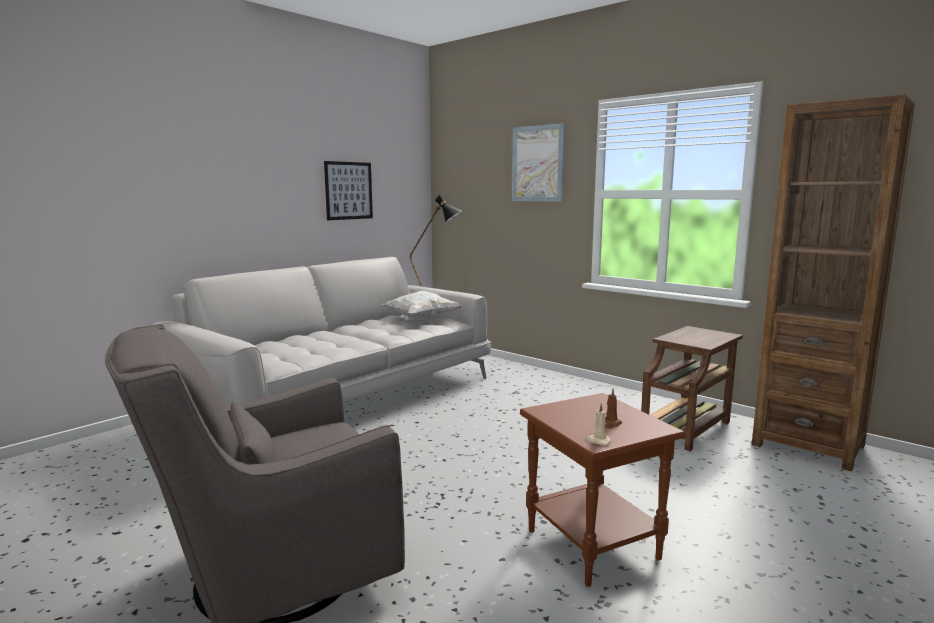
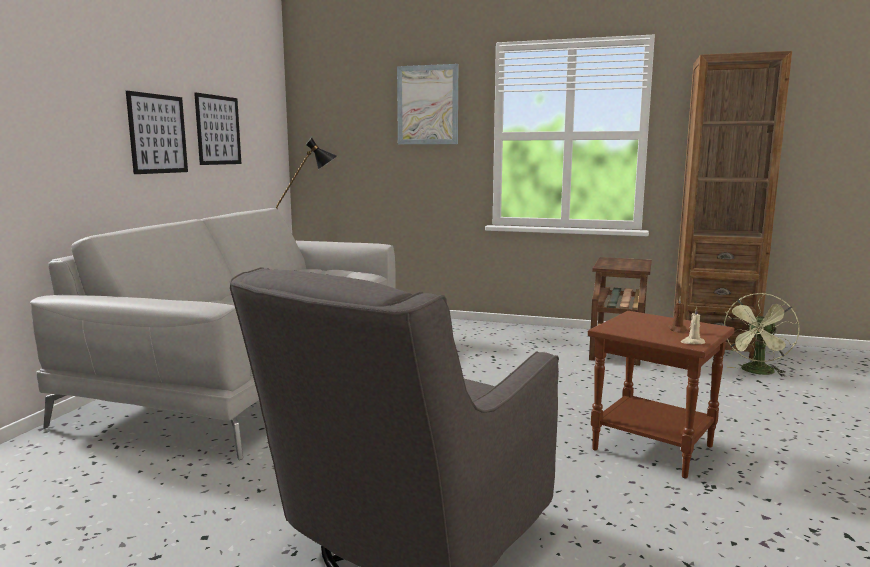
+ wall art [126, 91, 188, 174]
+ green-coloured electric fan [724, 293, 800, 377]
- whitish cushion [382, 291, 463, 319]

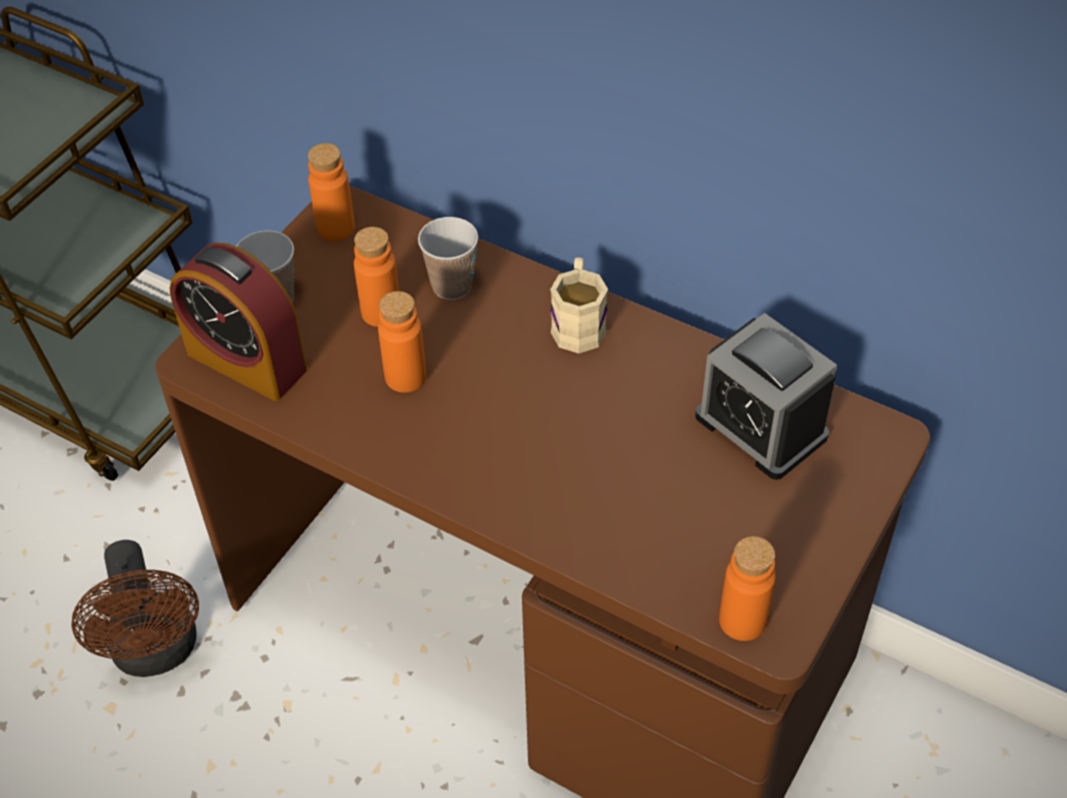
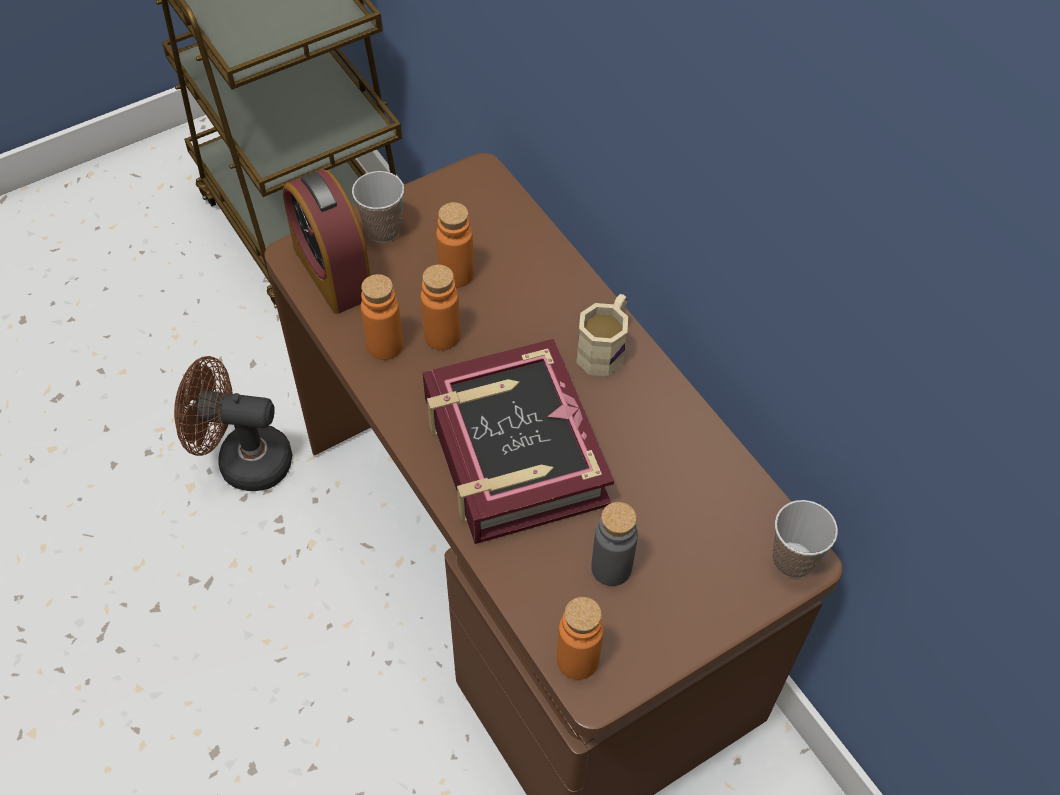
~ brownish electric fan [71, 540, 199, 677] = [174, 356, 292, 491] 90 degrees clockwise
~ orangey bottle [308, 143, 355, 241] to [361, 274, 403, 360]
+ volume [423, 339, 614, 544]
+ grey bottle [591, 502, 638, 586]
~ cup [418, 217, 478, 300] to [773, 500, 838, 578]
- table clock [695, 313, 837, 480]

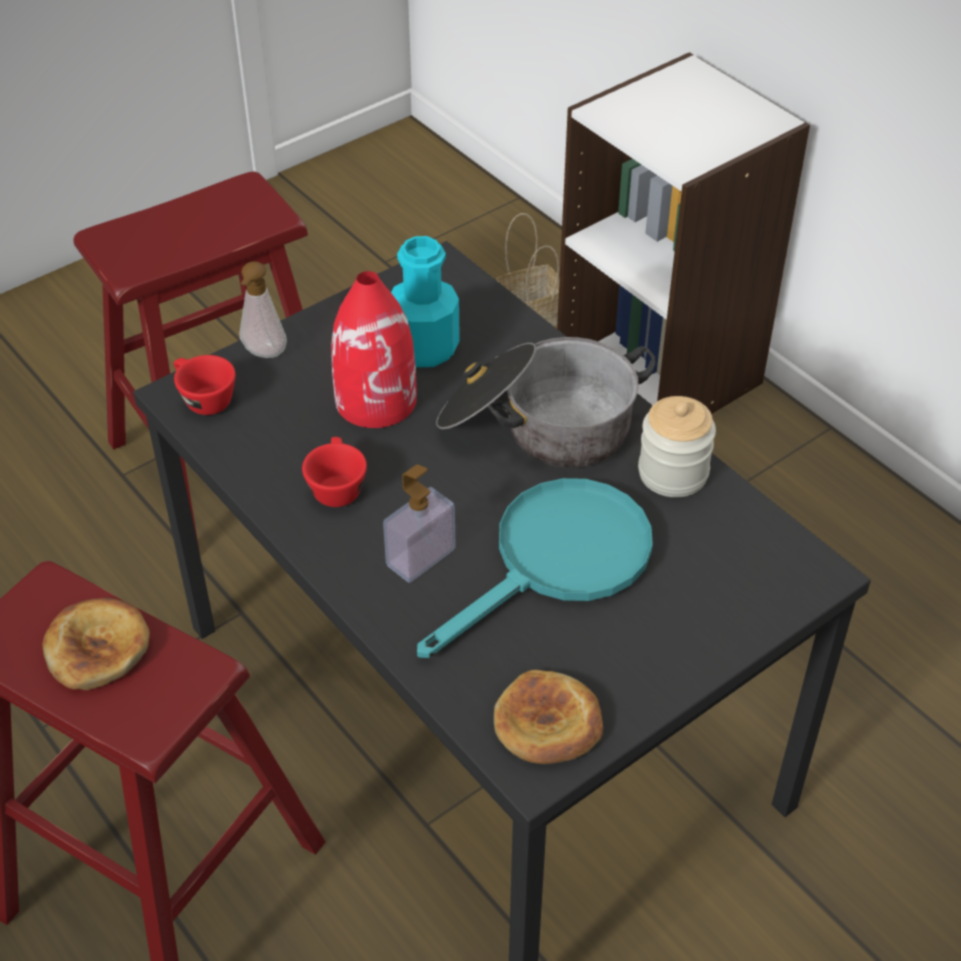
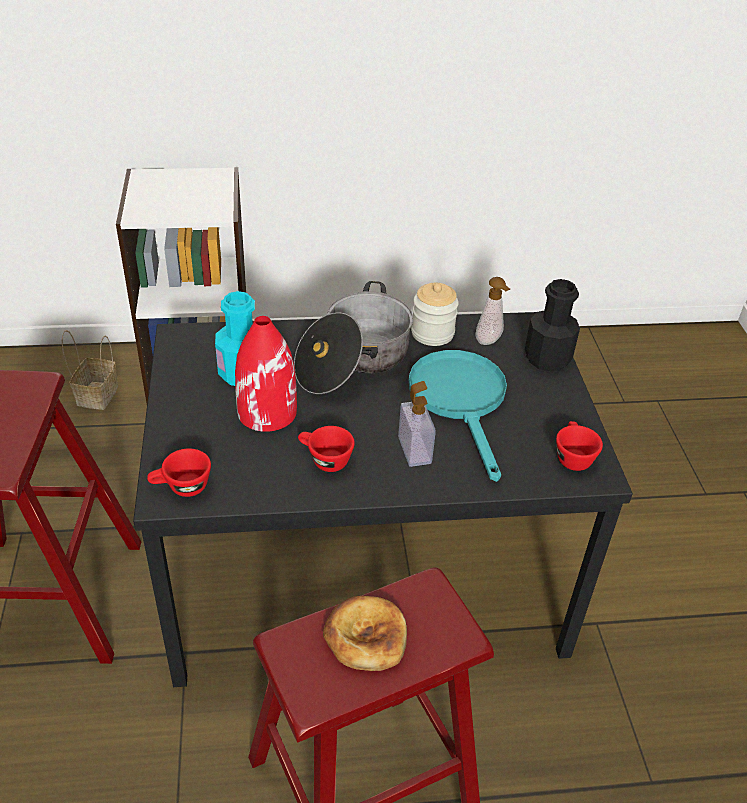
~ liquid soap bottle [239, 261, 287, 358] to [476, 277, 510, 345]
+ black bottle [525, 279, 580, 372]
~ baked bread [494, 670, 603, 764] to red cup [556, 421, 603, 471]

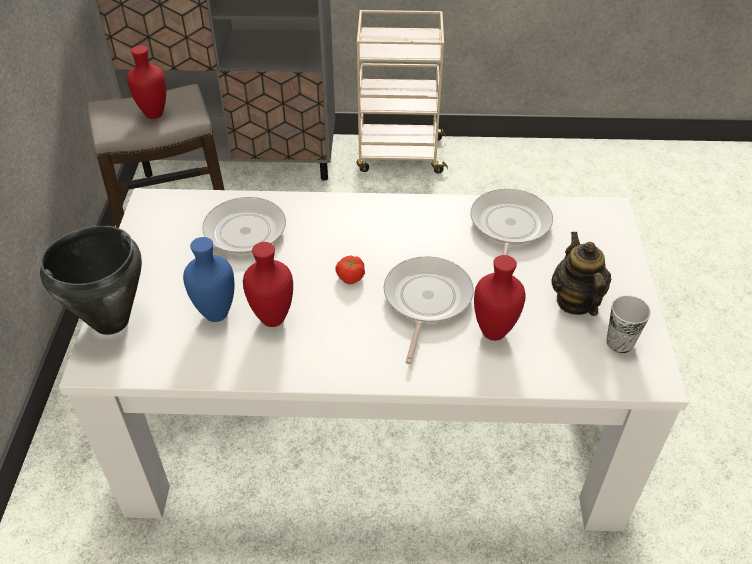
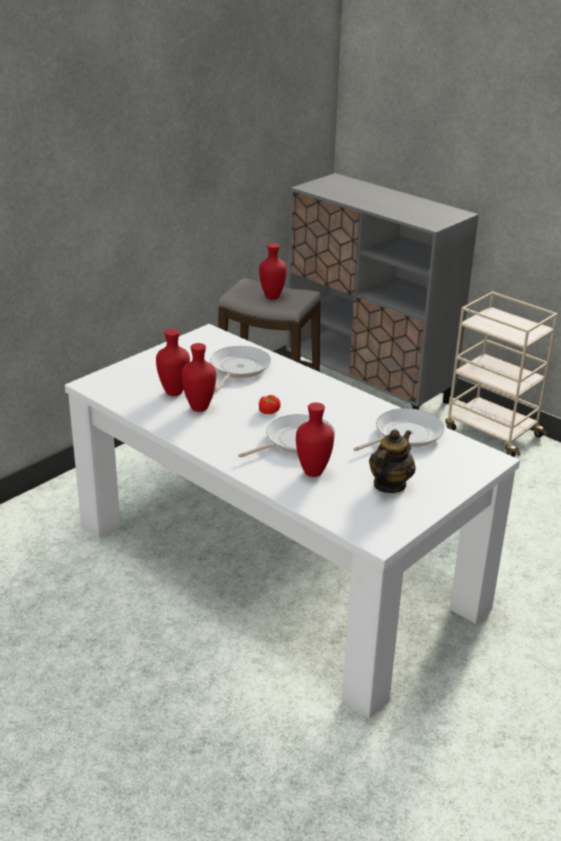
~ blue-coloured flower vase [183, 237, 234, 322] to red flower vase [156, 329, 190, 396]
- black cooking pot [40, 226, 142, 335]
- cup [606, 295, 651, 353]

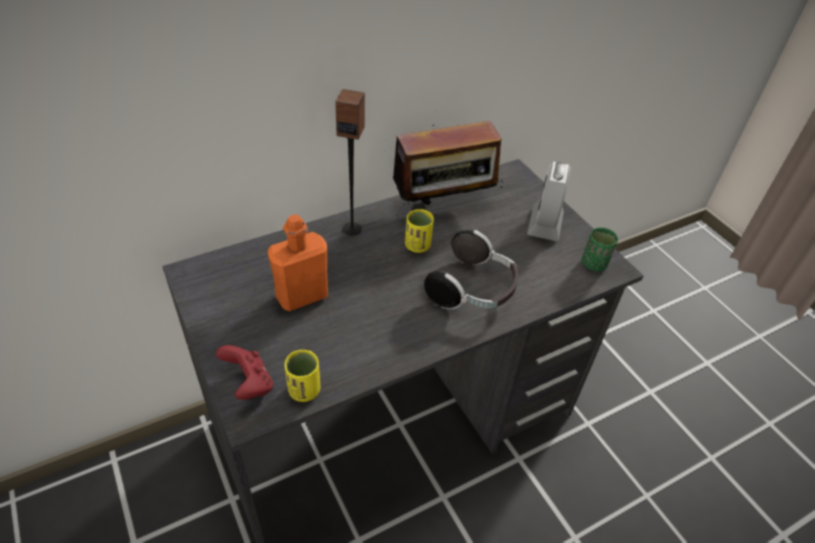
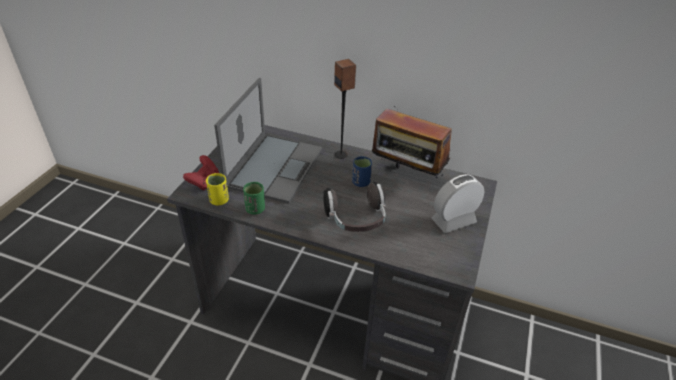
~ orangey bottle [268, 214, 328, 311] to laptop [214, 78, 322, 204]
~ green-coloured cup [582, 227, 618, 271] to [243, 182, 265, 214]
~ yellowish cup [405, 209, 434, 253] to blue-coloured cup [352, 156, 372, 187]

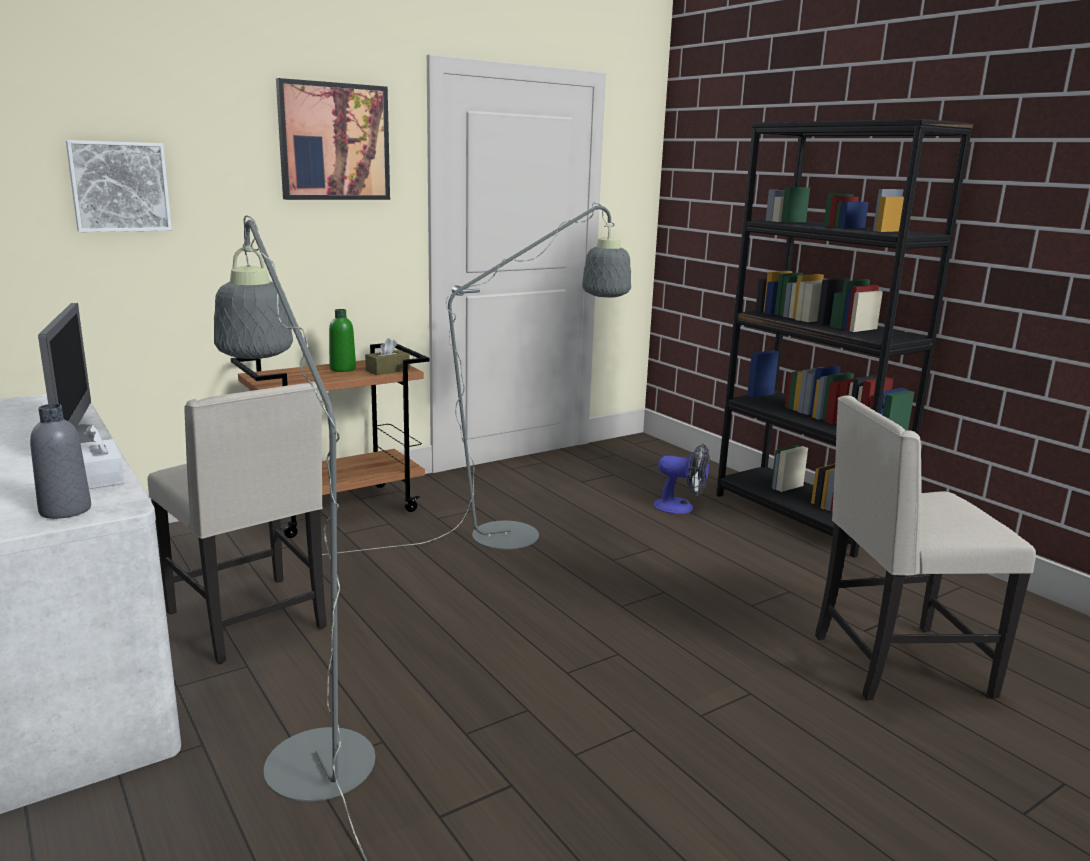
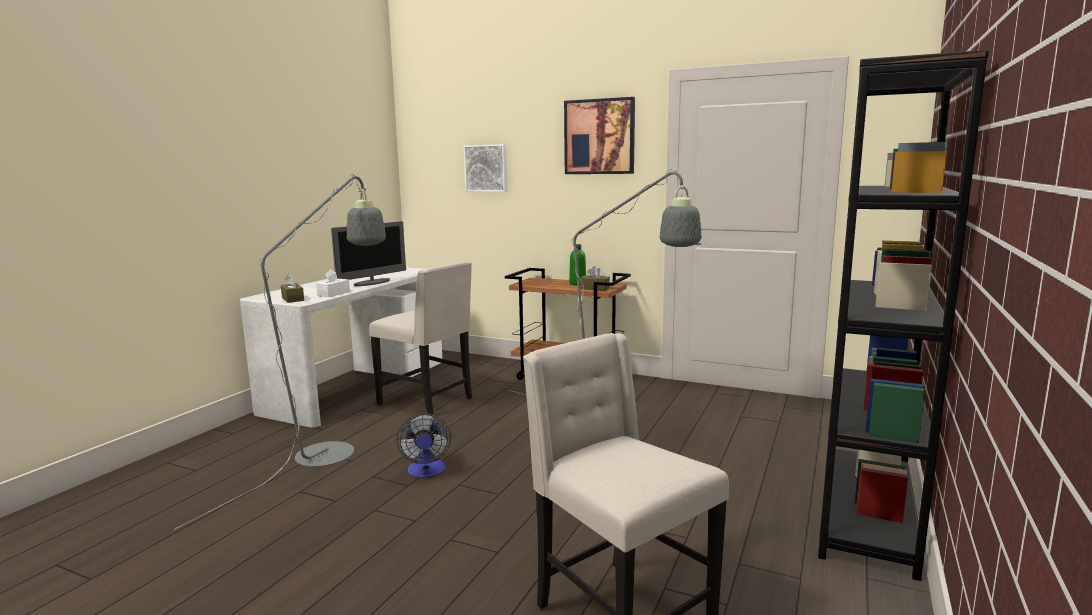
~ grey bottle [30, 404, 91, 519] to brownish box of tissues [281, 274, 304, 303]
~ sand-coloured upright chair [148, 382, 327, 664] = [369, 261, 472, 416] 75 degrees counterclockwise
~ electric fan [654, 444, 710, 514] to [396, 414, 451, 478]

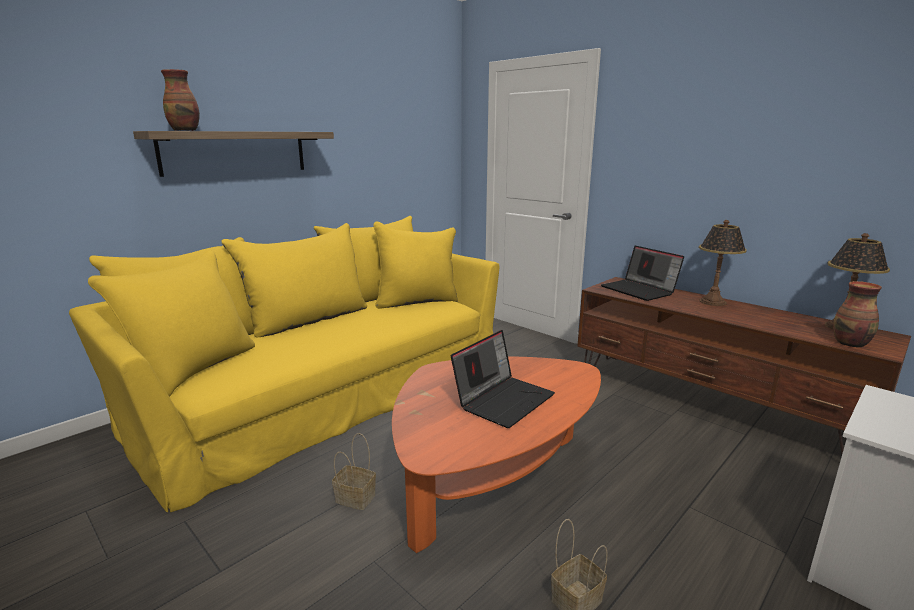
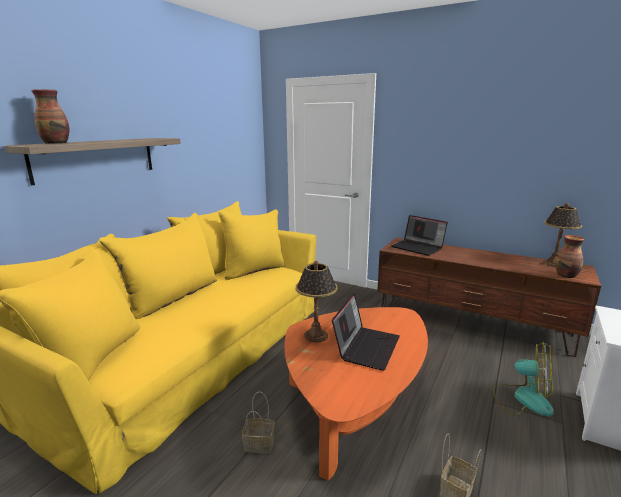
~ table lamp [699, 220, 747, 306] to [296, 261, 338, 342]
+ electric fan [493, 342, 554, 416]

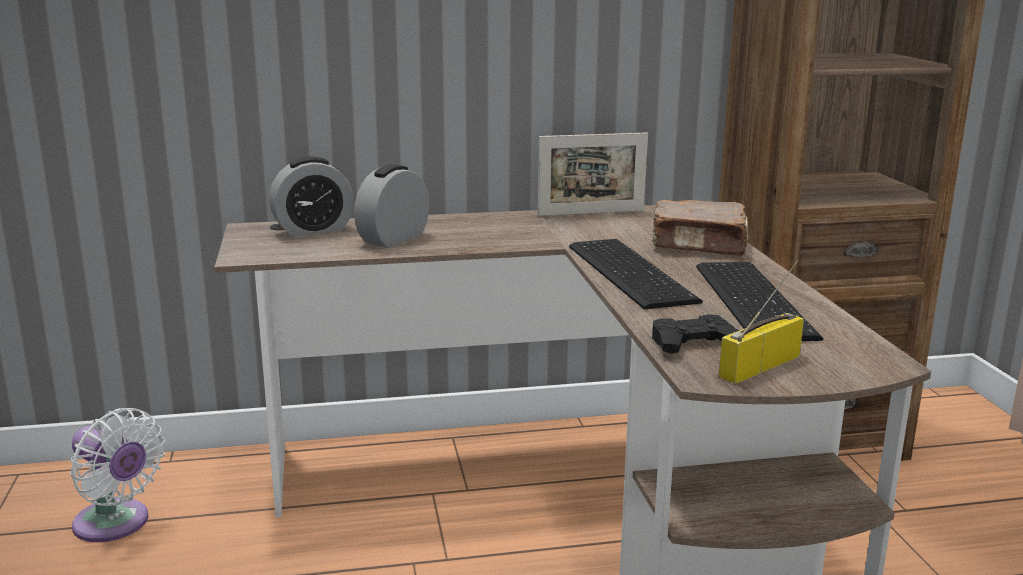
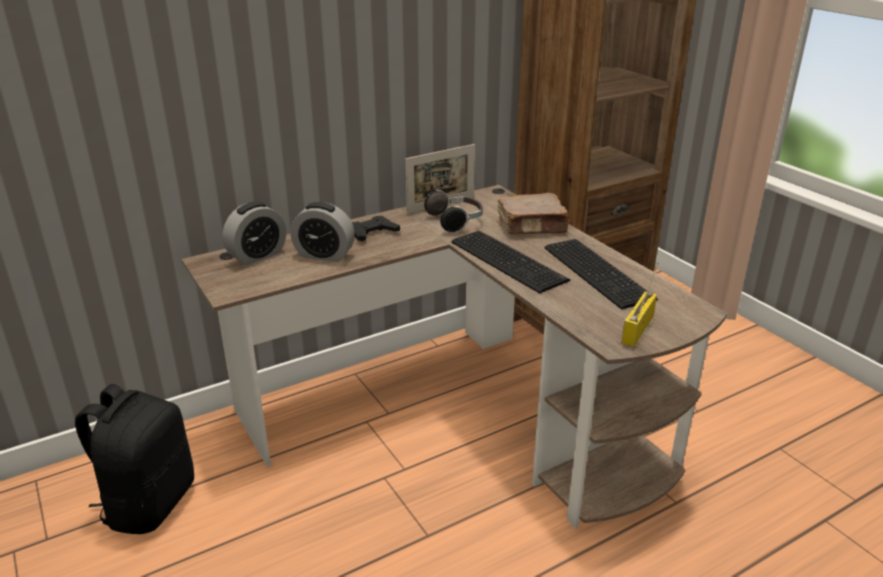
~ whitish electric fan [70, 408, 165, 542] to black rucksack [75, 384, 194, 534]
~ table clock [354, 164, 429, 248] = [290, 202, 355, 262] 90 degrees counterclockwise
~ black joypad [652, 314, 739, 354] to [352, 216, 400, 241]
+ pair of headphones [424, 189, 483, 233]

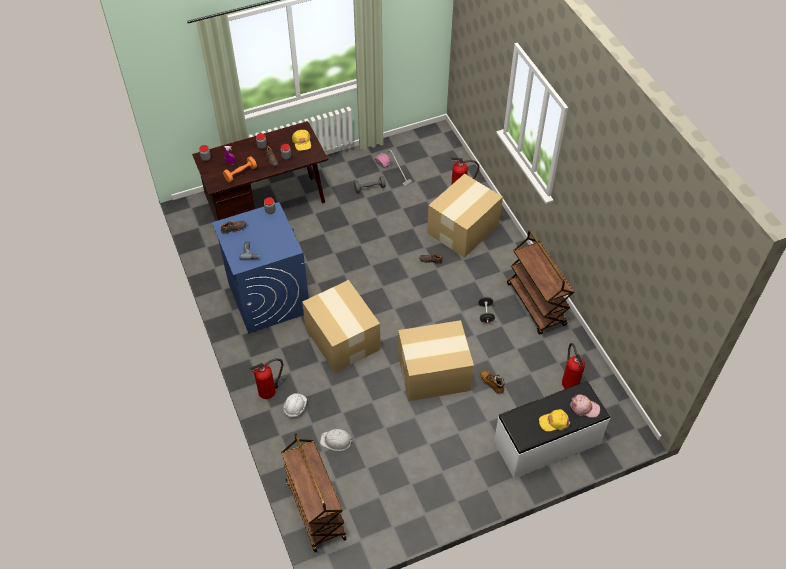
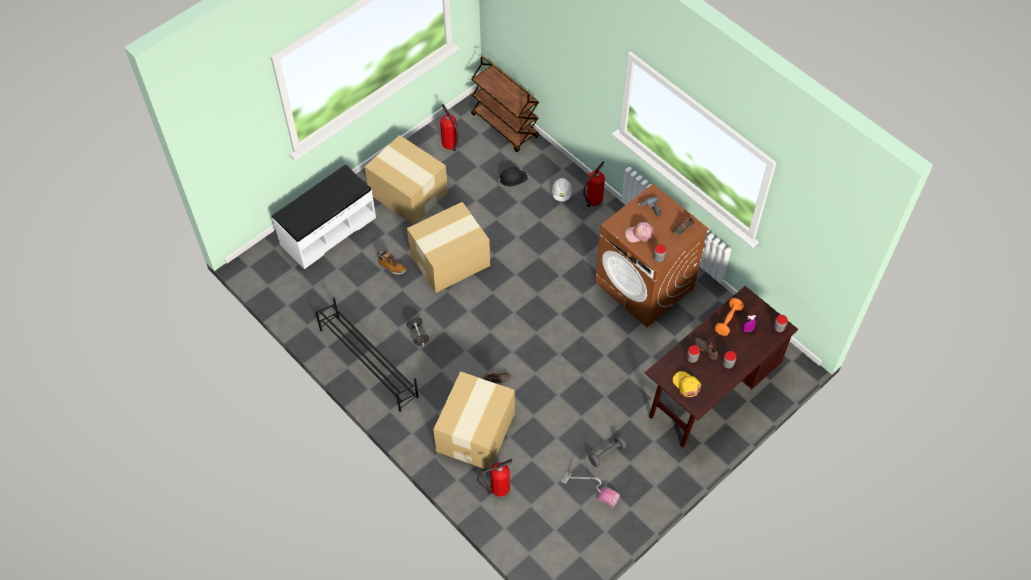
~ brownish trolley [507, 231, 574, 335] to black shoe stand [315, 297, 419, 412]
~ cardboard box [302, 280, 380, 372] to [365, 135, 448, 225]
~ fire-fighting cylinder [562, 343, 585, 389] to [440, 104, 459, 151]
~ whitish work helmet [320, 429, 354, 451] to black work helmet [498, 167, 528, 187]
~ blue-coloured washing machine [212, 202, 309, 334] to brownish washing machine [595, 184, 709, 327]
~ pink-coloured peaked cap [570, 394, 600, 418] to [625, 222, 655, 242]
- yellowish peaked cap [539, 409, 570, 431]

